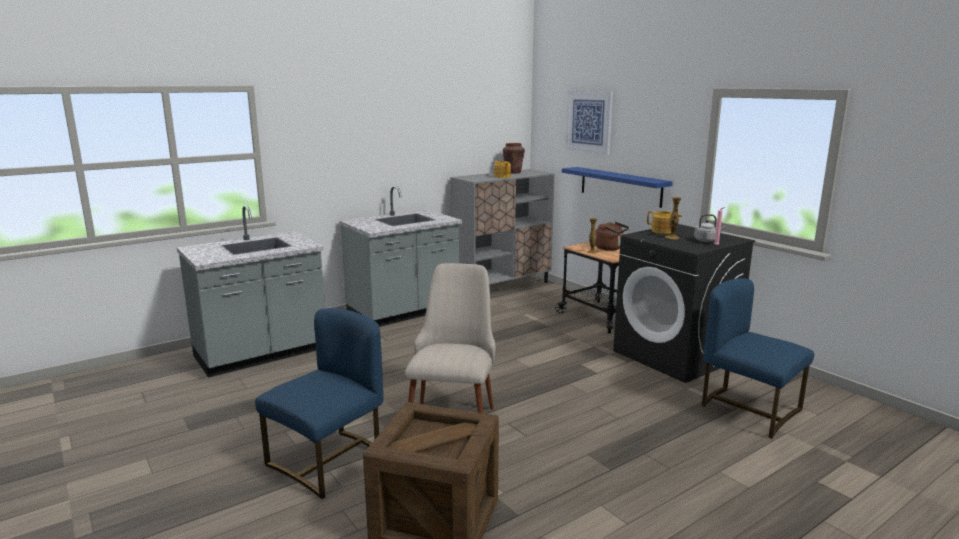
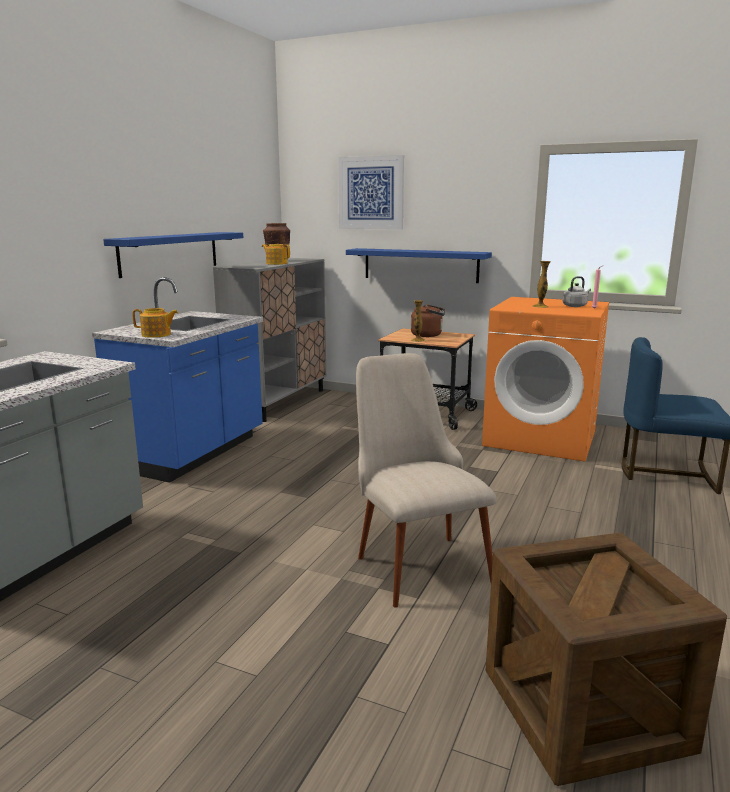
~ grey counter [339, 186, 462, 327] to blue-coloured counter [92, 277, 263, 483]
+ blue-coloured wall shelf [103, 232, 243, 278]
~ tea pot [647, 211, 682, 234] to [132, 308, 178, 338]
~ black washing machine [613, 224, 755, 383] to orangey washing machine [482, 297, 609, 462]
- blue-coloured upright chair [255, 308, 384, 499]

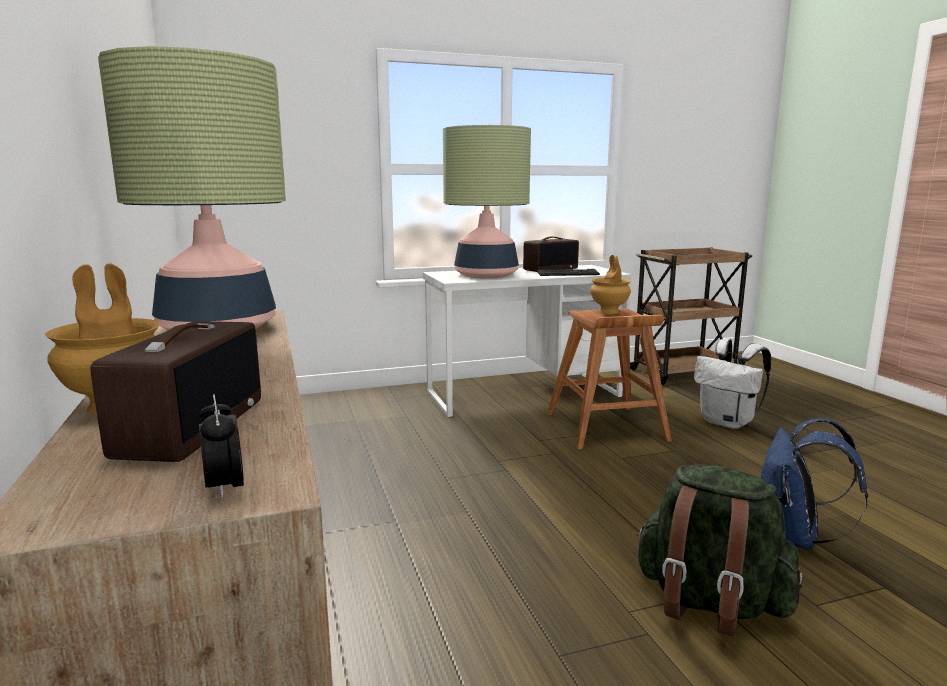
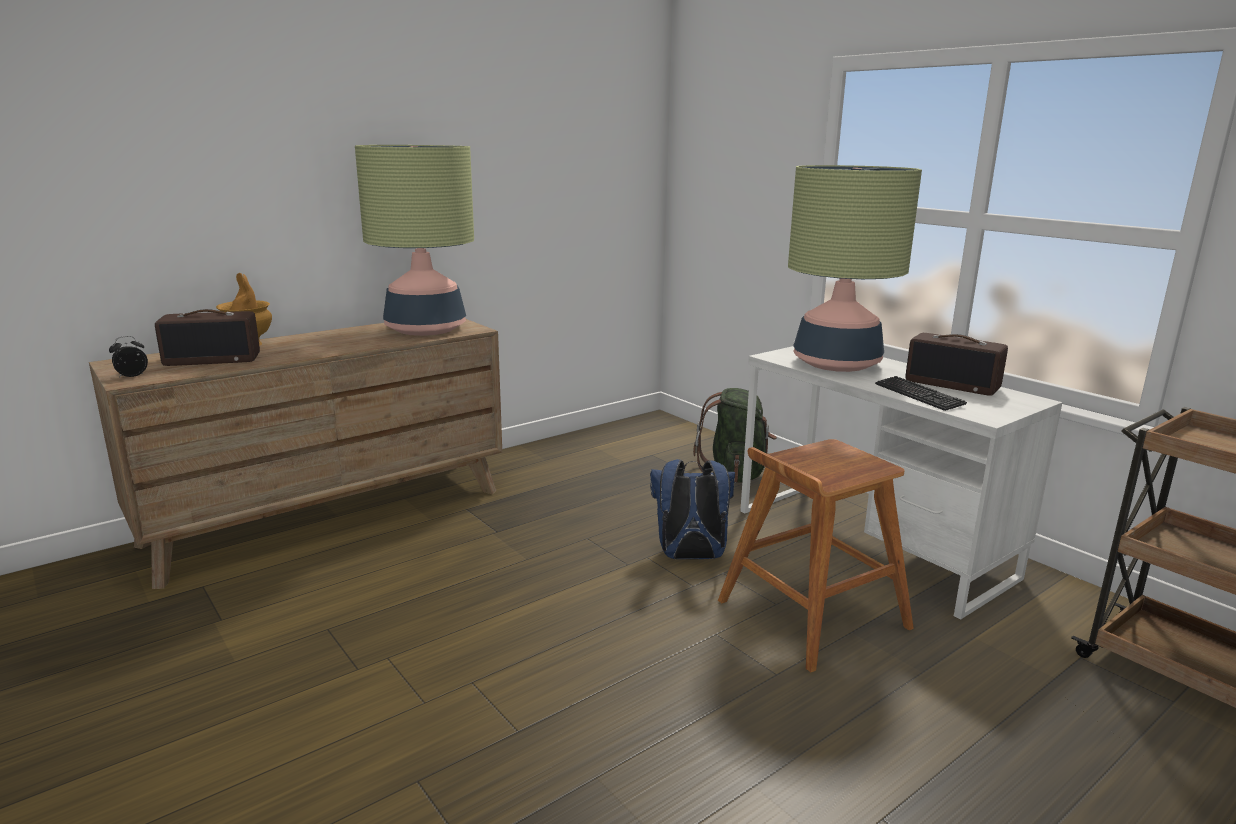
~ blue-coloured rucksack [761, 418, 868, 549] to [650, 459, 735, 559]
~ green-coloured rucksack [636, 464, 803, 637] to [693, 388, 777, 483]
- brownish flower vase [590, 255, 631, 314]
- whitish rucksack [694, 339, 771, 429]

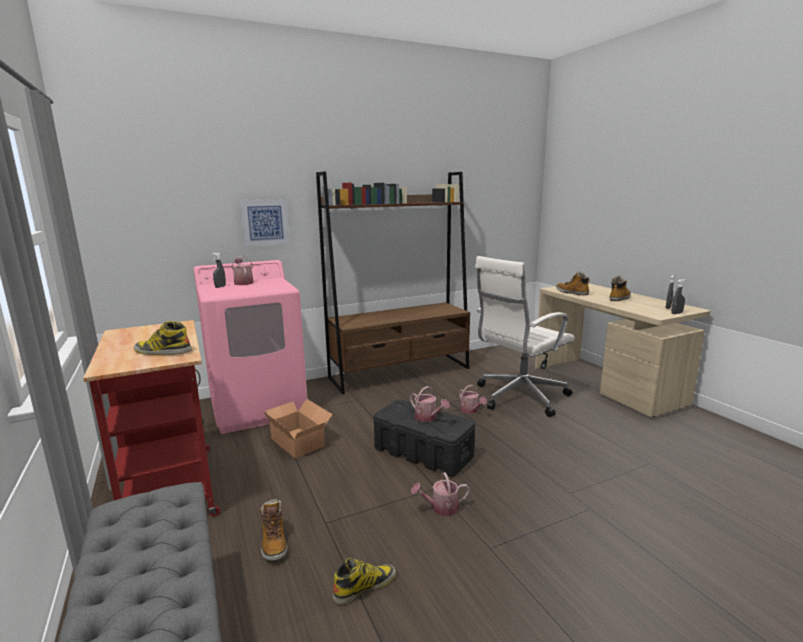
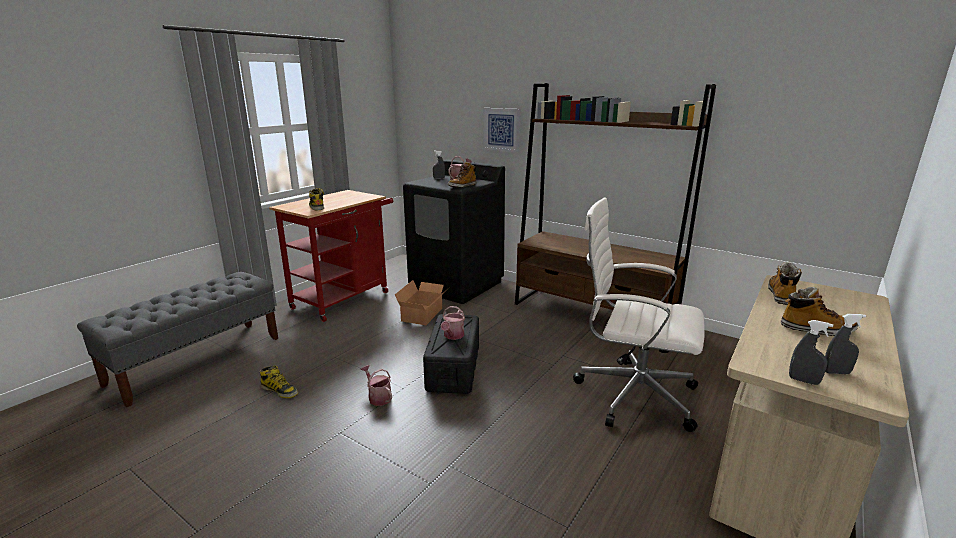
~ pink-coloured washing machine [193, 260, 307, 434] to black washing machine [403, 160, 505, 304]
~ high-top boot [260, 499, 287, 560] to [448, 162, 477, 188]
- watering pot [459, 385, 487, 414]

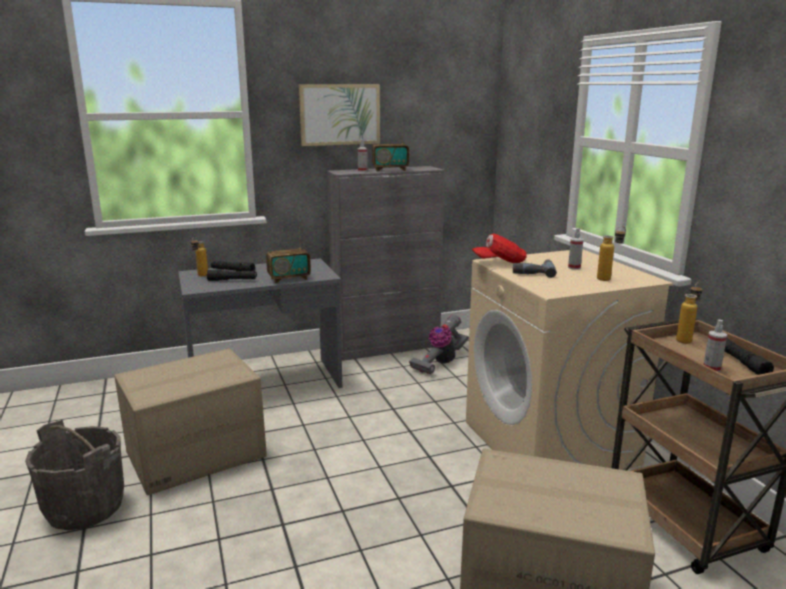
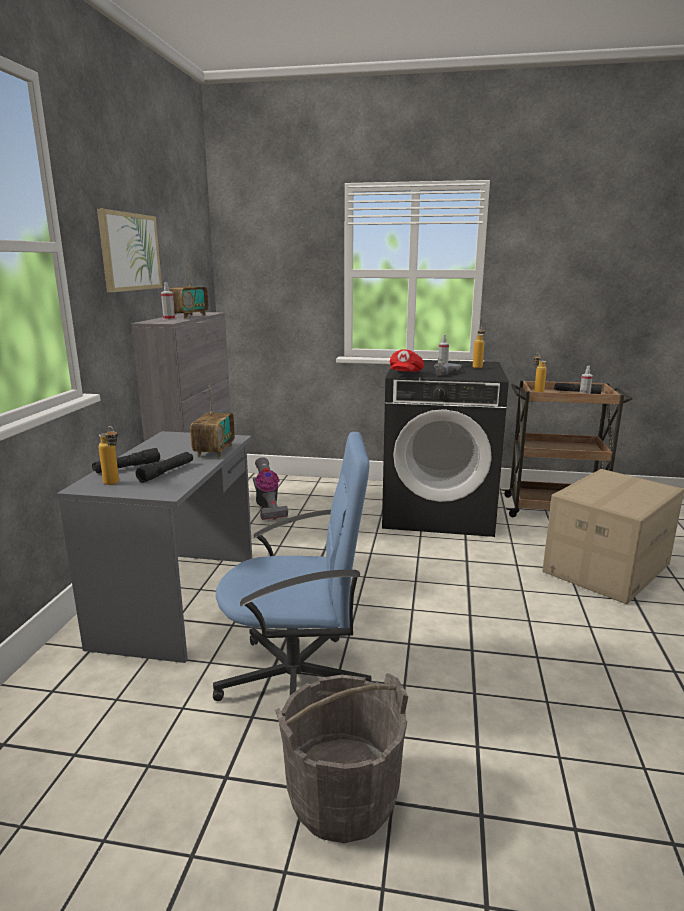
~ cardboard box [114, 348, 267, 495] to blue-coloured desk chair [213, 432, 372, 701]
~ sand-coloured washing machine [466, 249, 673, 470] to black washing machine [382, 360, 509, 537]

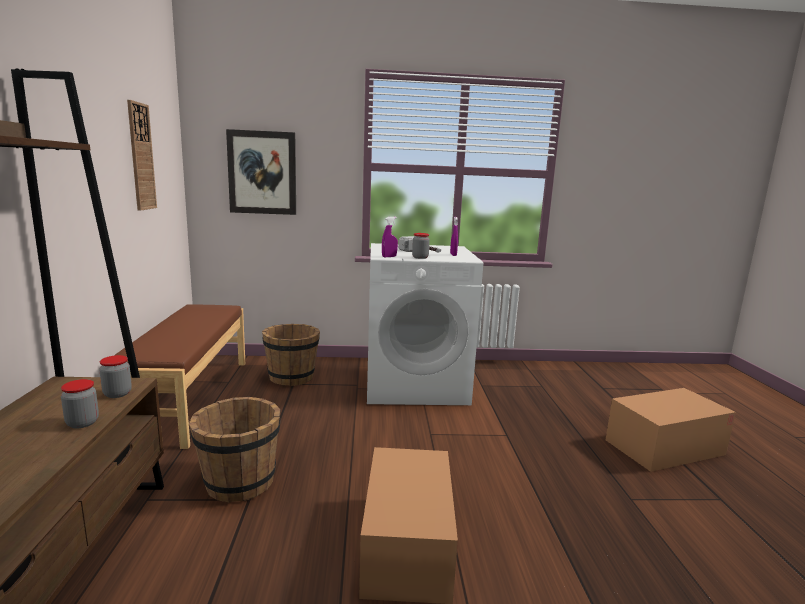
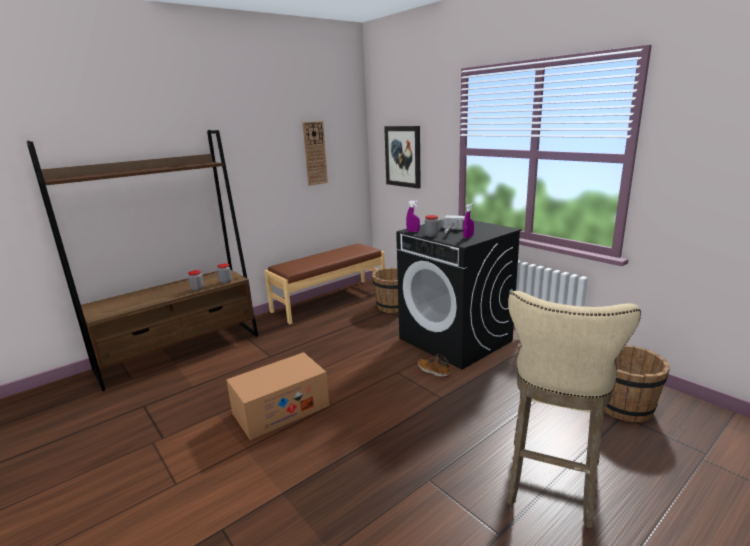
~ whitish washing machine [367, 243, 483, 405] to black washing machine [396, 220, 522, 370]
+ high-top boot [418, 353, 450, 378]
~ cardboard box [606, 388, 736, 472] to sand-coloured stool [506, 291, 641, 528]
~ brownish pail [189, 397, 280, 502] to [604, 345, 671, 422]

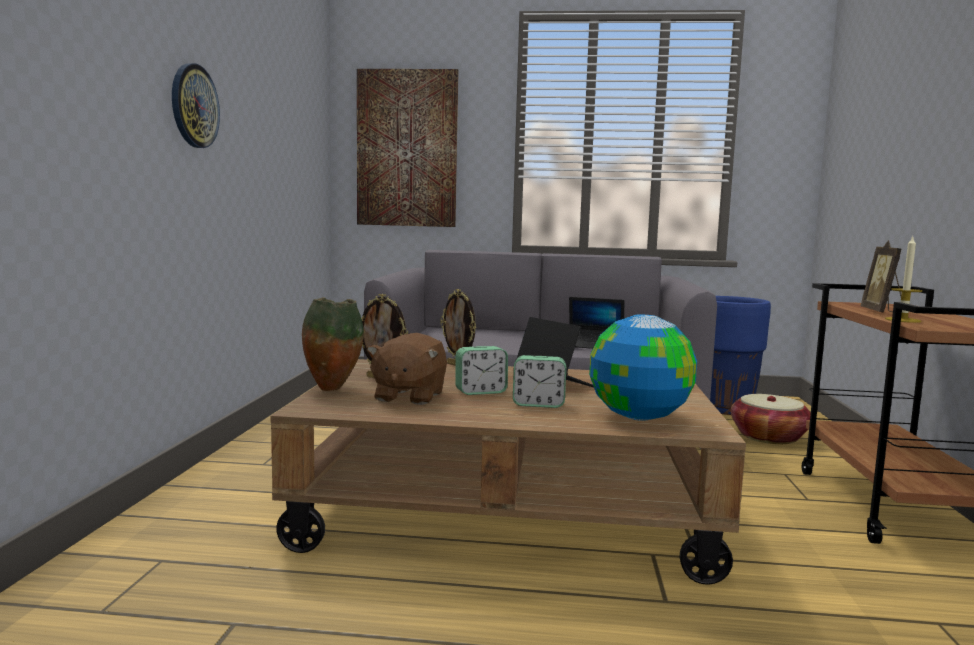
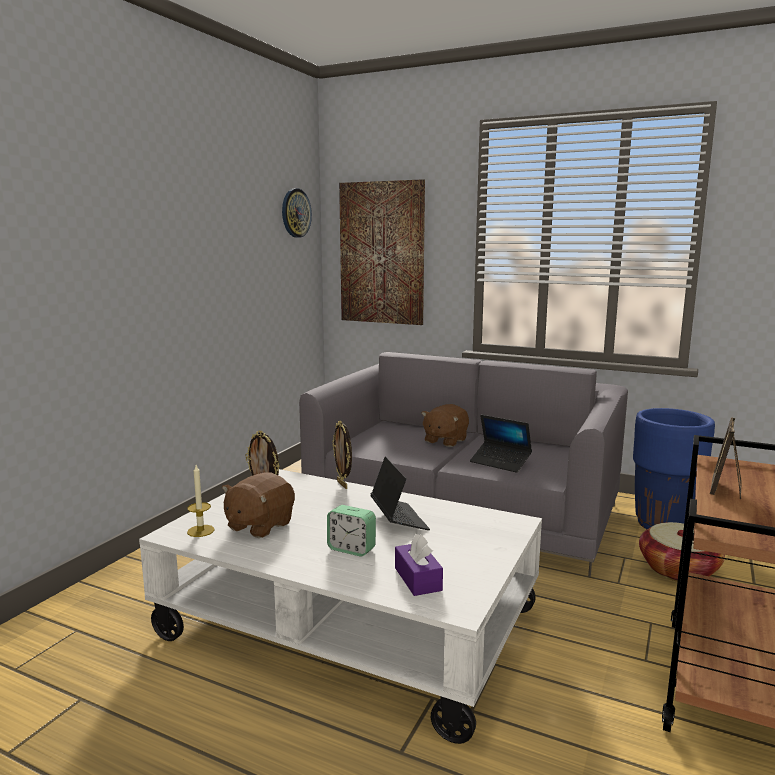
~ brownish low table [271, 359, 746, 585] to whitish low table [139, 469, 542, 744]
~ wax candle [885, 237, 922, 323] to [187, 465, 214, 537]
~ wall clock [172, 64, 220, 148] to [282, 188, 312, 238]
~ desk globe [589, 314, 697, 421] to purplish box of tissues [395, 534, 443, 596]
+ brownish soft toy [422, 404, 469, 447]
- flower vase [302, 297, 364, 391]
- table clock [455, 346, 508, 395]

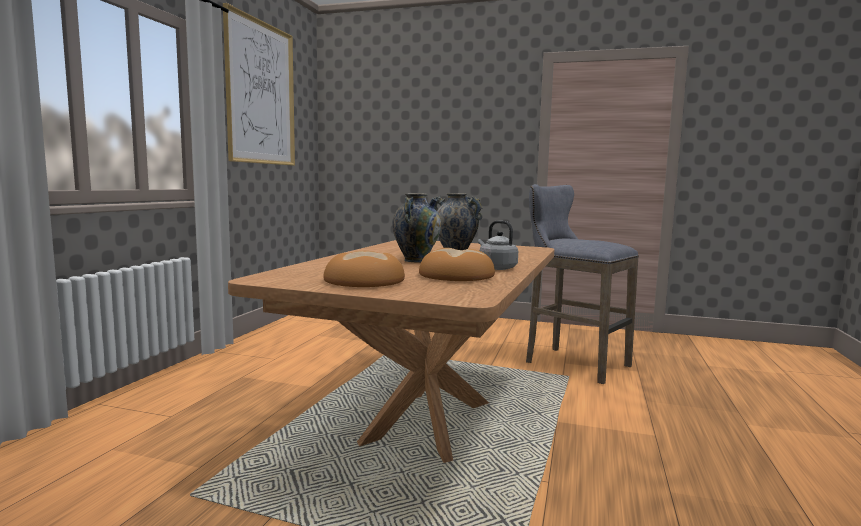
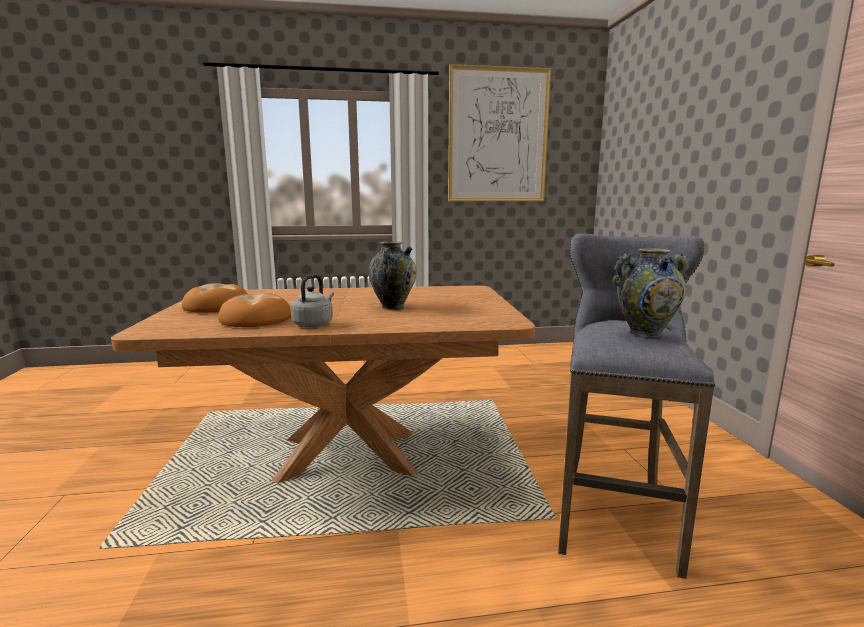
~ flower vase [392, 193, 441, 262] to [613, 248, 689, 338]

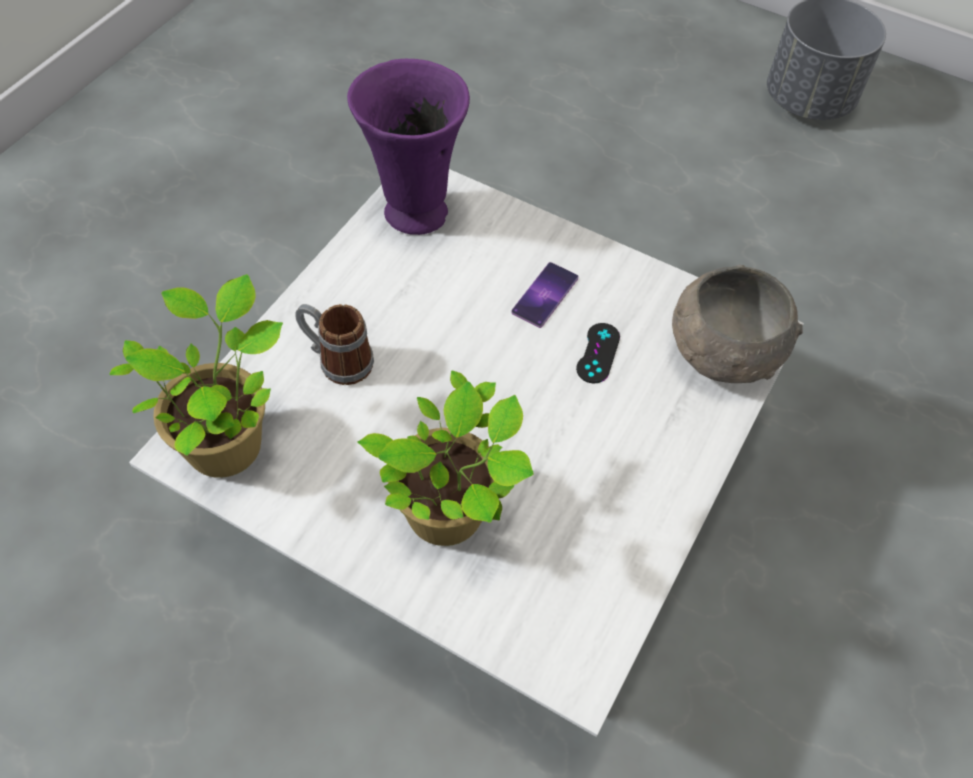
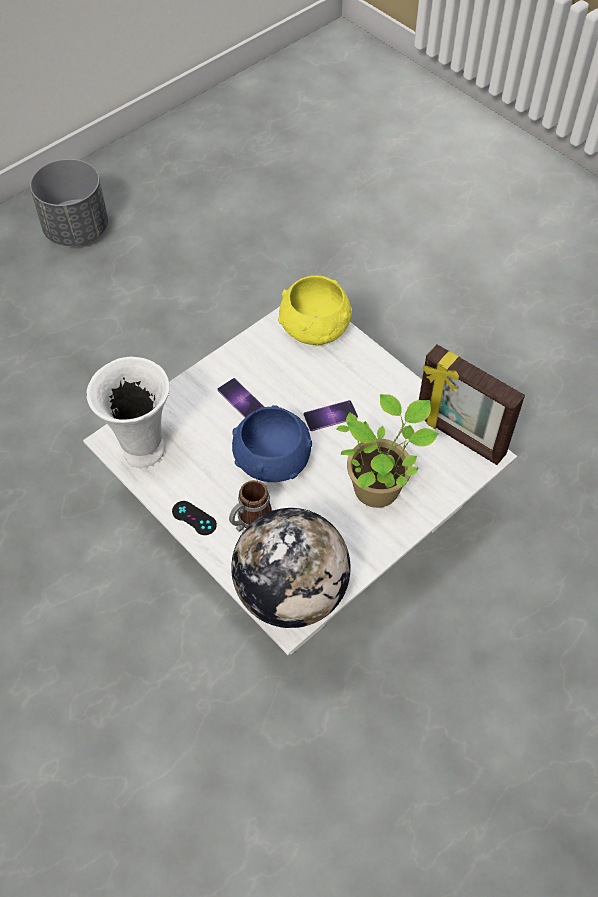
~ purplish flower vase [347, 59, 470, 235] to whitish flower vase [87, 357, 170, 468]
~ black joypad [576, 323, 620, 383] to [172, 501, 217, 535]
~ plant in a pot [110, 274, 283, 478] to desk globe [231, 508, 350, 628]
+ blue-coloured bowl [232, 405, 312, 482]
~ grey bowl [672, 265, 803, 383] to yellowish bowl [278, 275, 352, 345]
+ telephone [303, 400, 358, 431]
+ photo frame [419, 344, 525, 465]

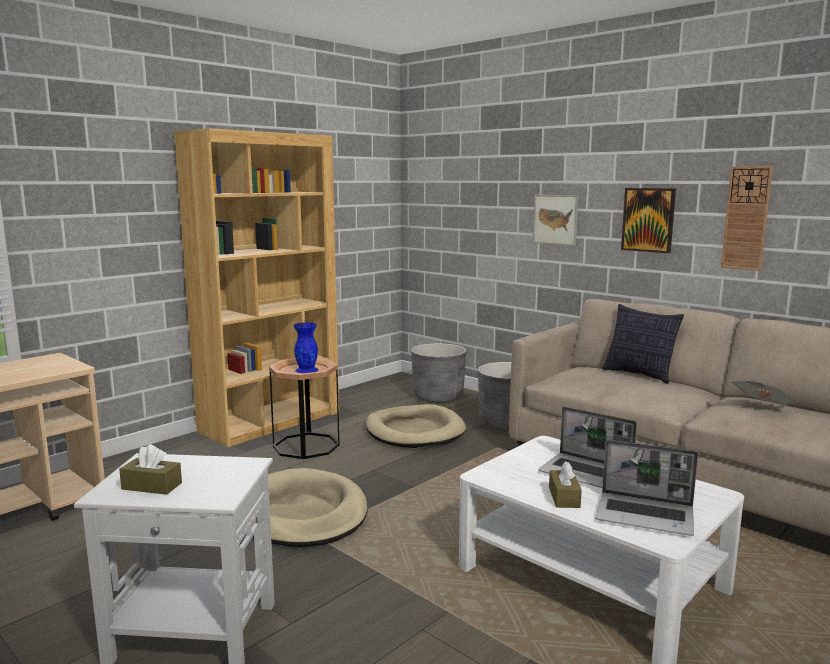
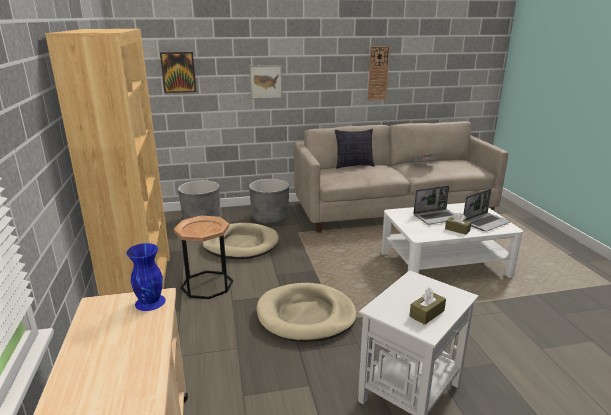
~ blue-coloured flower vase [294, 322, 318, 373] to [126, 243, 166, 311]
~ wall art [621, 188, 676, 253] to [160, 52, 196, 93]

